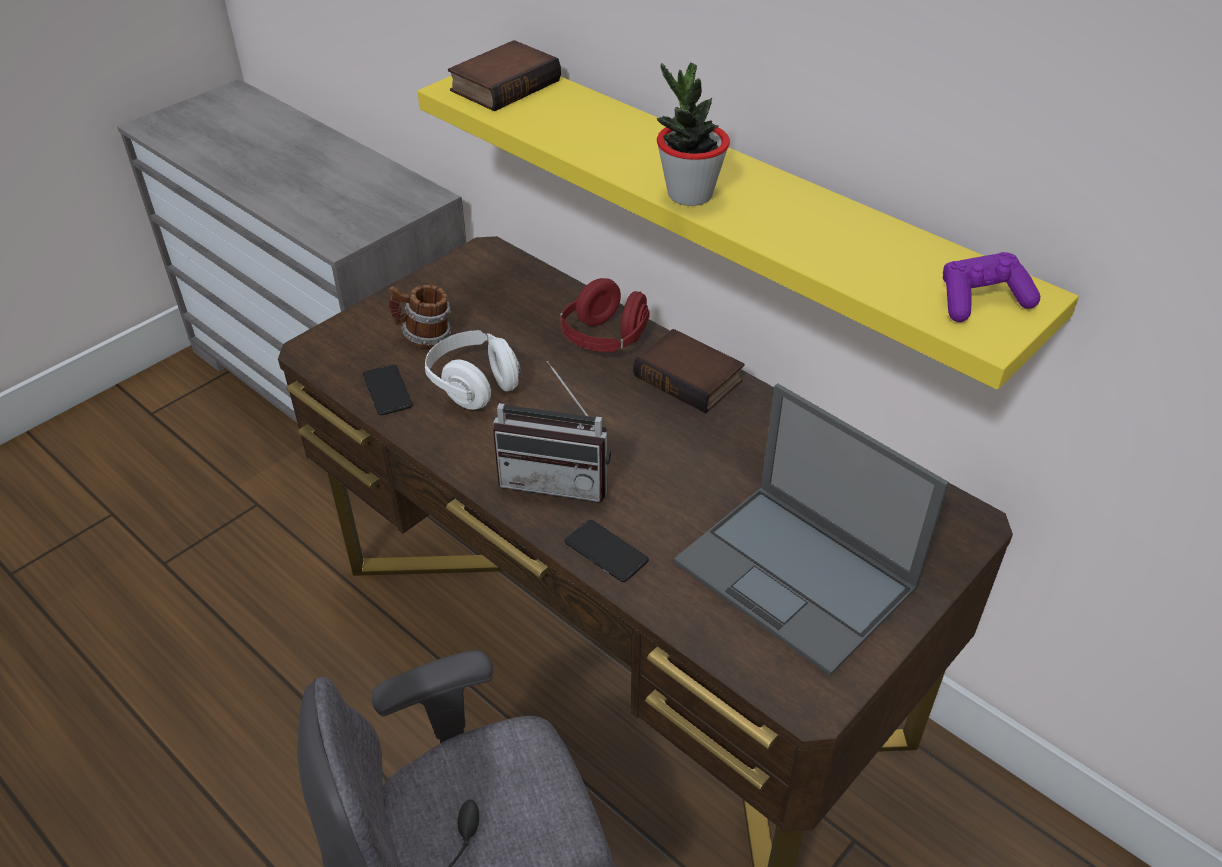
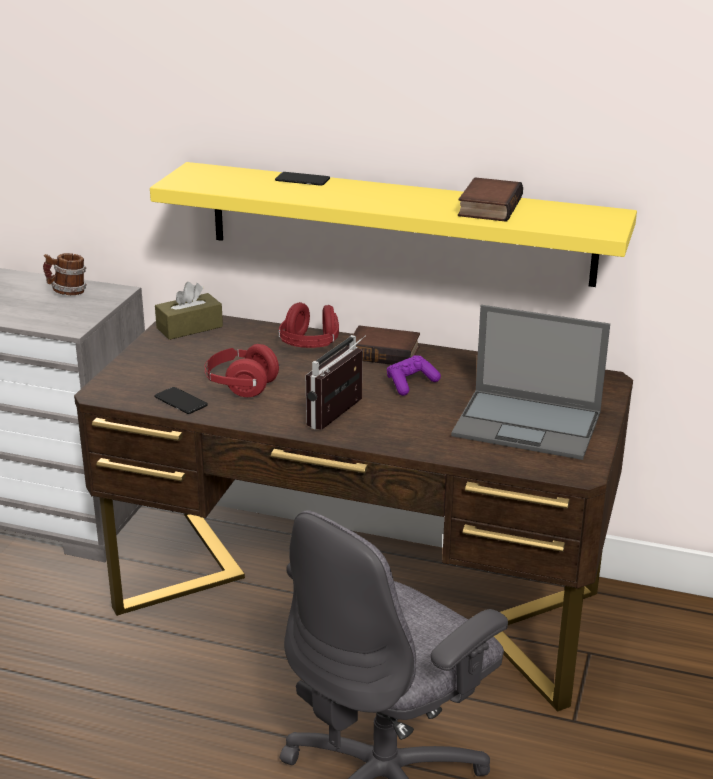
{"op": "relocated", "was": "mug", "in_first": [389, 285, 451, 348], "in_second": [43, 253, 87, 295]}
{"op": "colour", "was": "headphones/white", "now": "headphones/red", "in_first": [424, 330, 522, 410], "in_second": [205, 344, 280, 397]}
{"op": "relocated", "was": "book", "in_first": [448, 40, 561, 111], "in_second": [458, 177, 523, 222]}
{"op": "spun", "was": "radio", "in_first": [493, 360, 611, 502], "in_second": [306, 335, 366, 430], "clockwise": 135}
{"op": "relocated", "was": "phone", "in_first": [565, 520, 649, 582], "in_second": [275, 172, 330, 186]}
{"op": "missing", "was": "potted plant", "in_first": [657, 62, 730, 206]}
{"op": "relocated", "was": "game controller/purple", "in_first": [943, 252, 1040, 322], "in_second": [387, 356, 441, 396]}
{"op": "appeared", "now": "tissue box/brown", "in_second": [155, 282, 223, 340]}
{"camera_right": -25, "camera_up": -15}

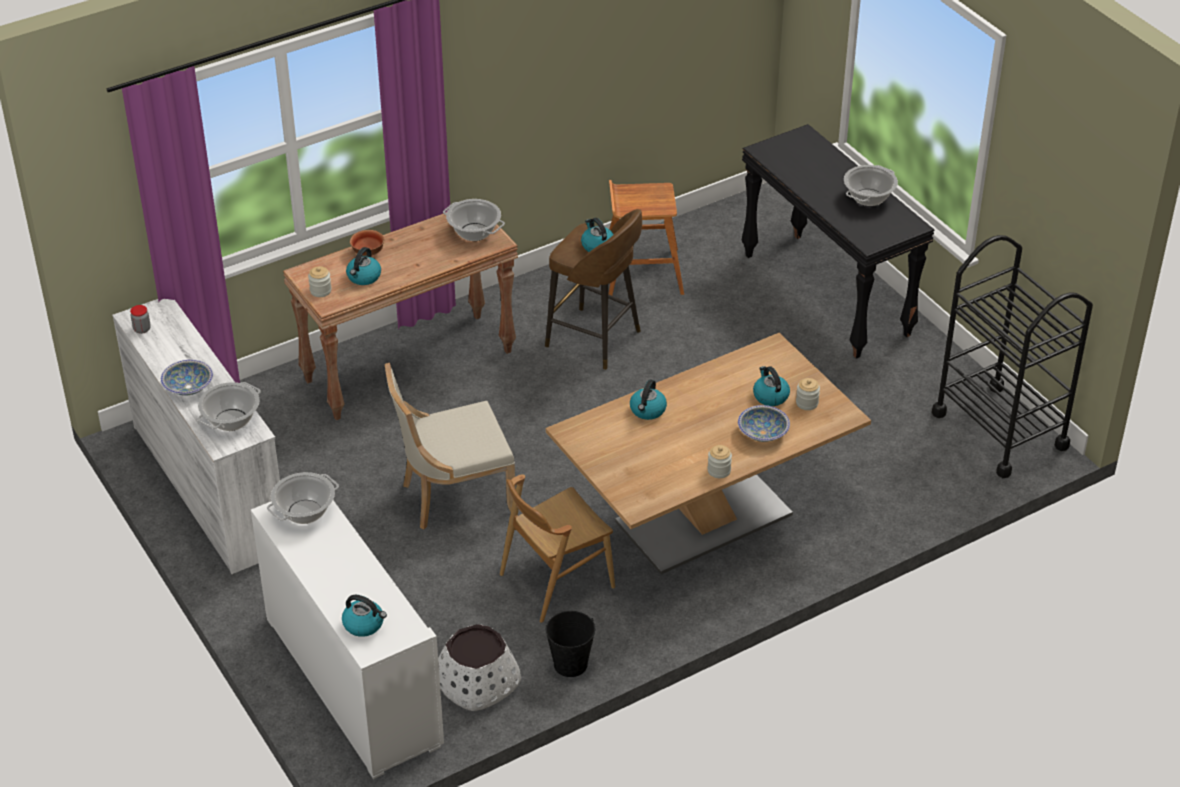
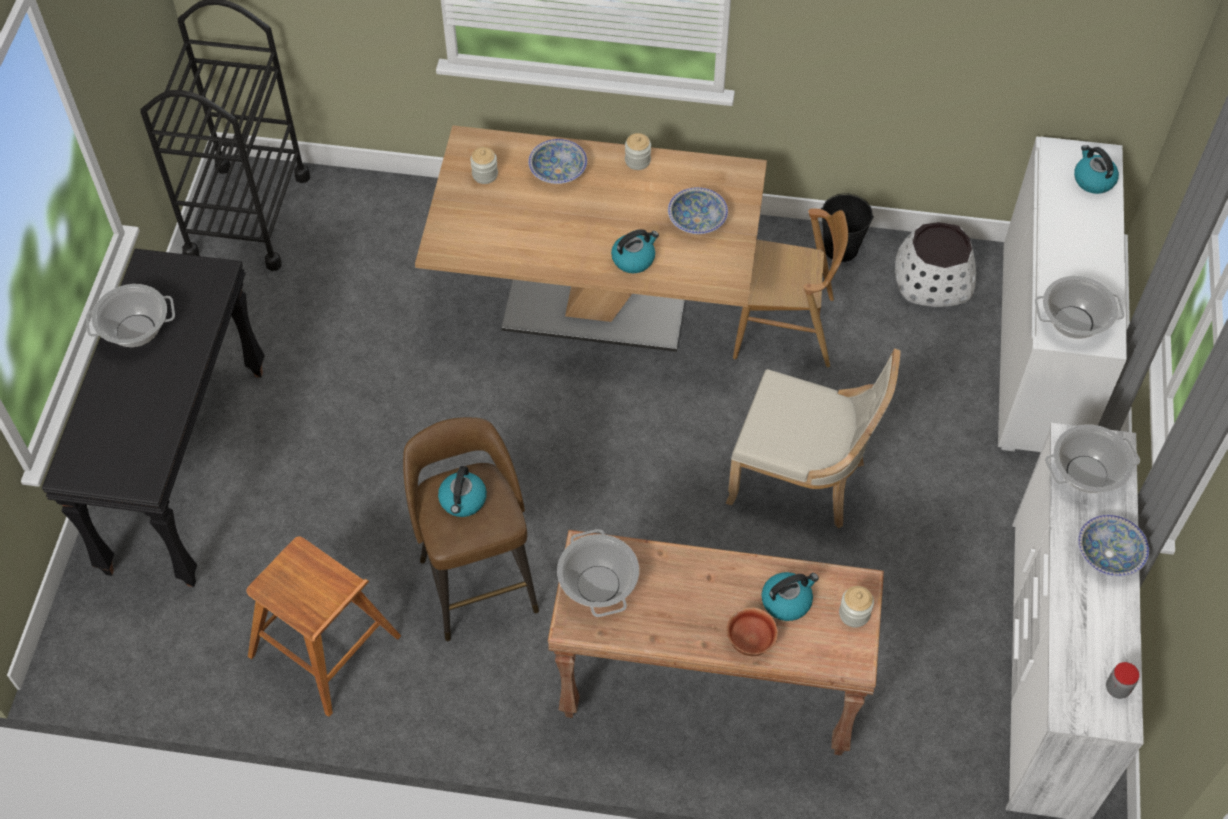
{"op": "missing", "was": "kettle", "in_first": [753, 366, 790, 406]}
{"op": "appeared", "now": "bowl", "in_second": [668, 187, 728, 234]}
{"camera_right": -140, "camera_up": 15}

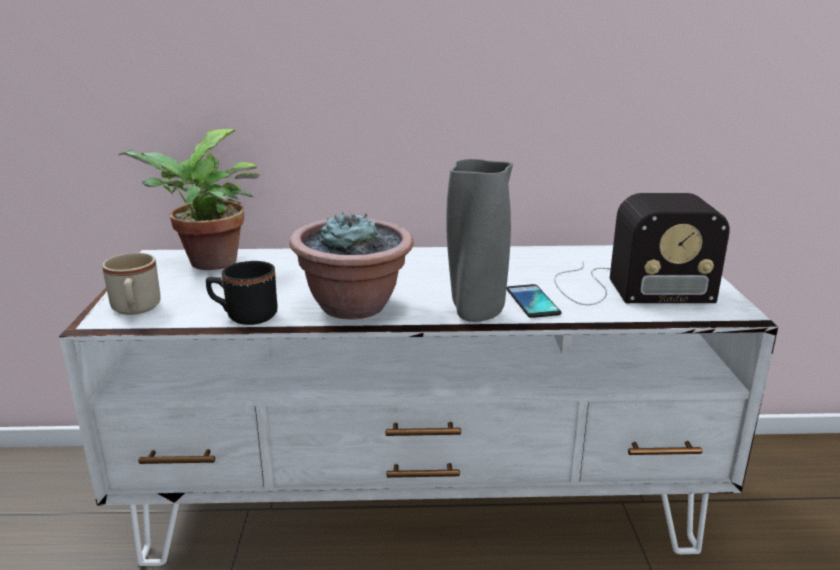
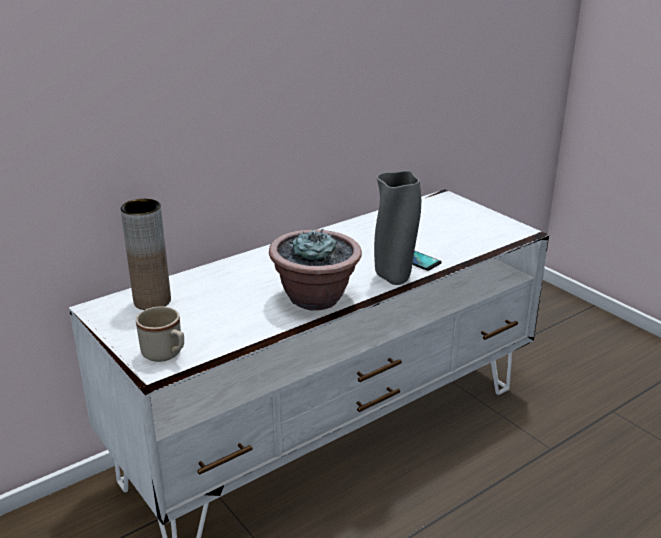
{"op": "exchanged", "was": "potted plant", "now": "vase/brown", "in_first": [118, 129, 260, 270], "in_second": [121, 199, 171, 310]}
{"op": "missing", "was": "mug/black", "in_first": [206, 261, 277, 325]}
{"op": "missing", "was": "radio", "in_first": [554, 193, 730, 305]}
{"camera_right": -35, "camera_up": 5}

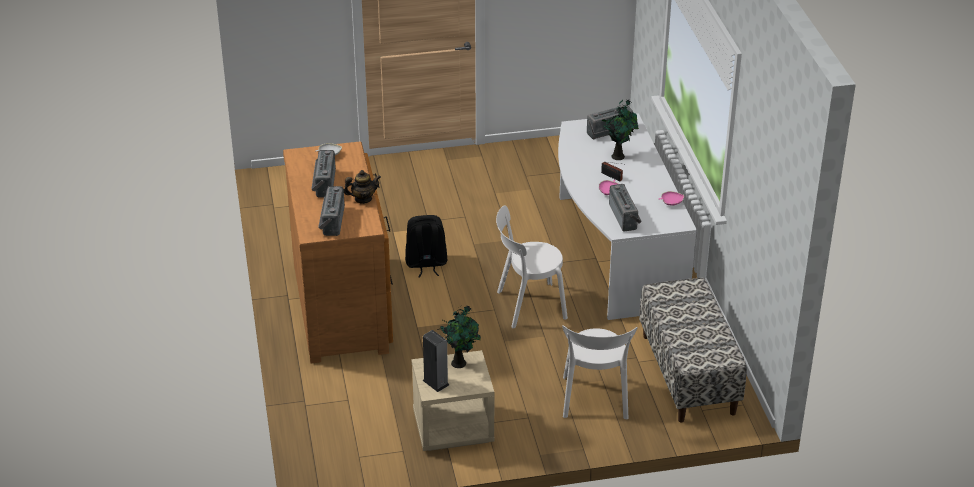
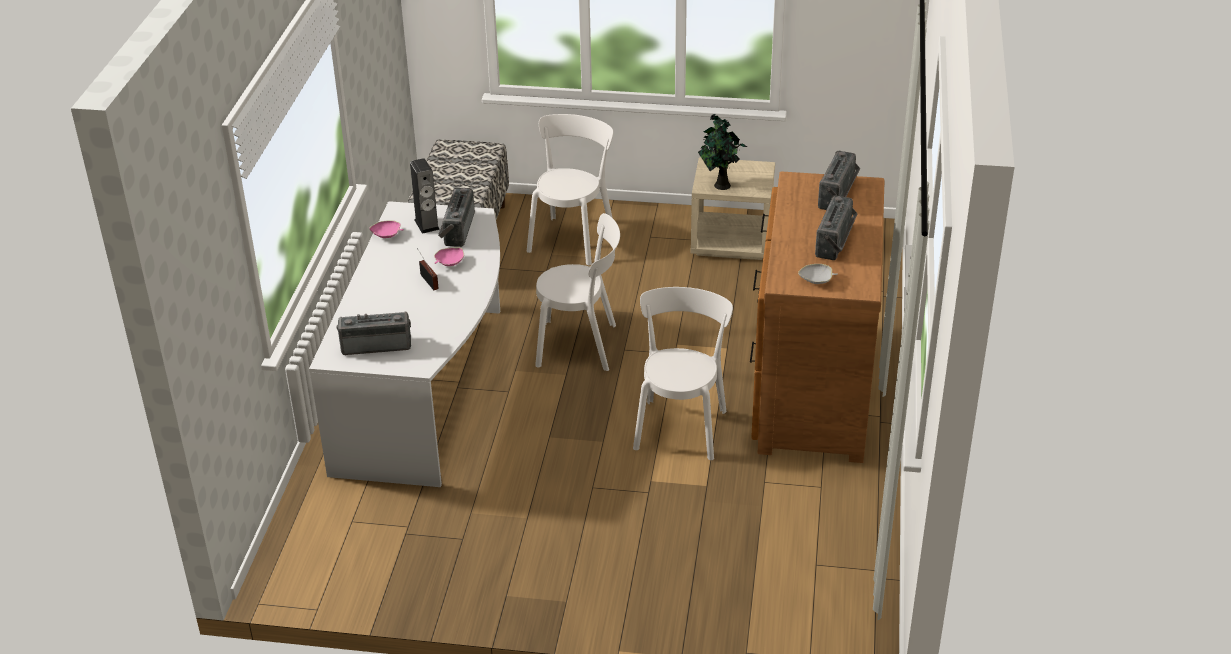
{"op": "missing", "was": "teapot", "in_first": [344, 170, 381, 204]}
{"op": "exchanged", "was": "backpack/black", "now": "chair/white", "in_first": [405, 215, 447, 277], "in_second": [633, 287, 733, 460]}
{"op": "relocated", "was": "speaker", "in_first": [423, 330, 449, 392], "in_second": [410, 158, 440, 234]}
{"op": "missing", "was": "potted plant", "in_first": [601, 100, 639, 160]}
{"camera_right": -160, "camera_up": 0}

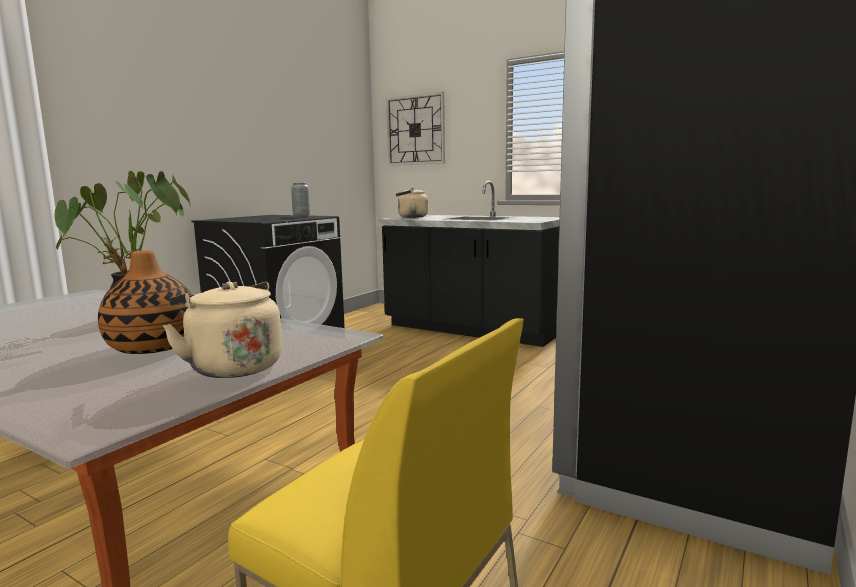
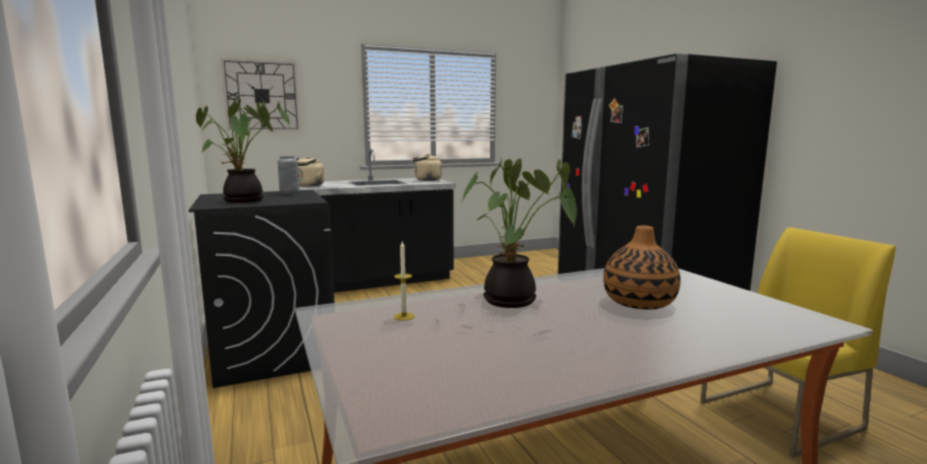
{"op": "relocated", "was": "kettle/beige", "in_first": [163, 281, 282, 378], "in_second": [413, 154, 442, 181]}
{"op": "appeared", "now": "potted plant", "in_second": [196, 99, 290, 203]}
{"op": "appeared", "now": "candle", "in_second": [394, 242, 414, 321]}
{"camera_right": -55, "camera_up": 0}

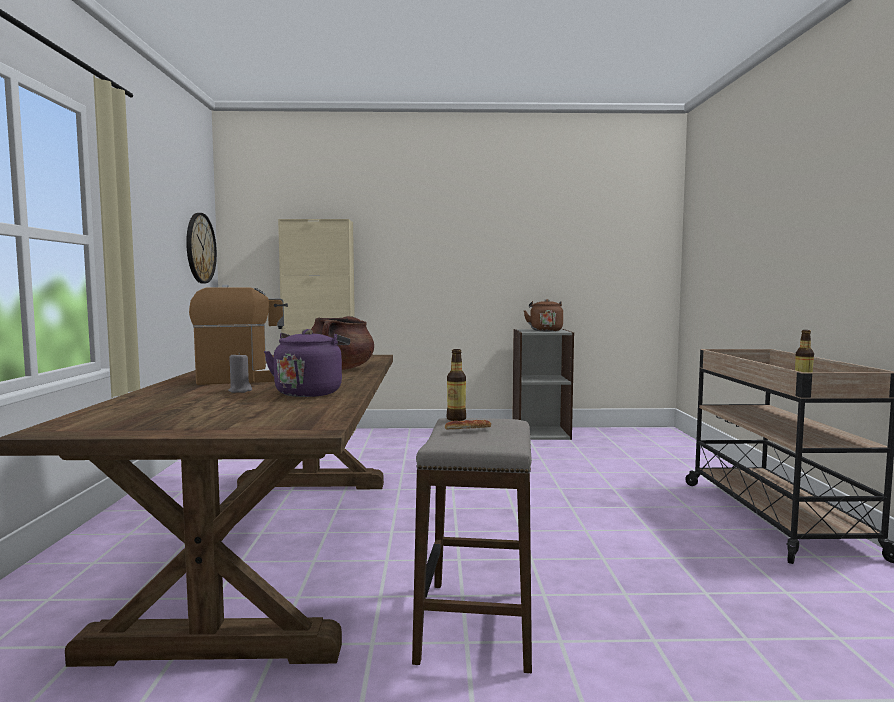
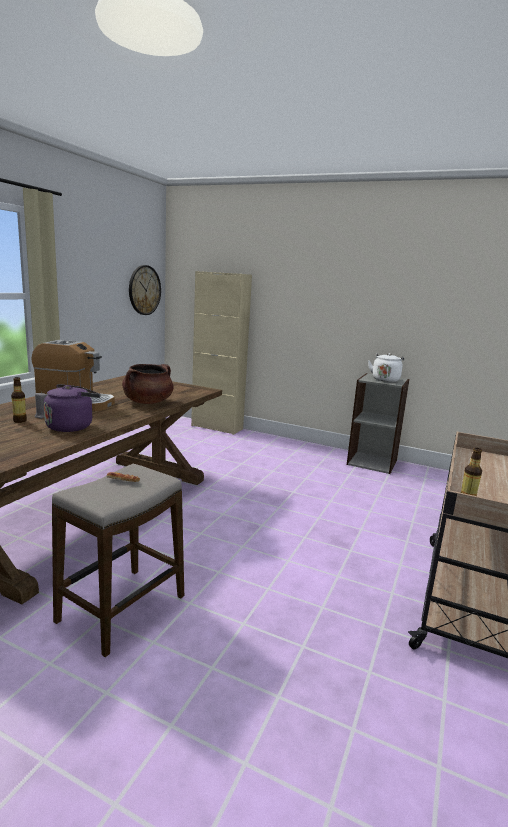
{"op": "relocated", "was": "bottle", "in_first": [447, 349, 466, 421], "in_second": [11, 377, 27, 423]}
{"op": "colour", "was": "kettle/brown", "now": "kettle/white", "in_first": [523, 299, 563, 331], "in_second": [368, 353, 404, 382]}
{"camera_right": 25, "camera_up": 10}

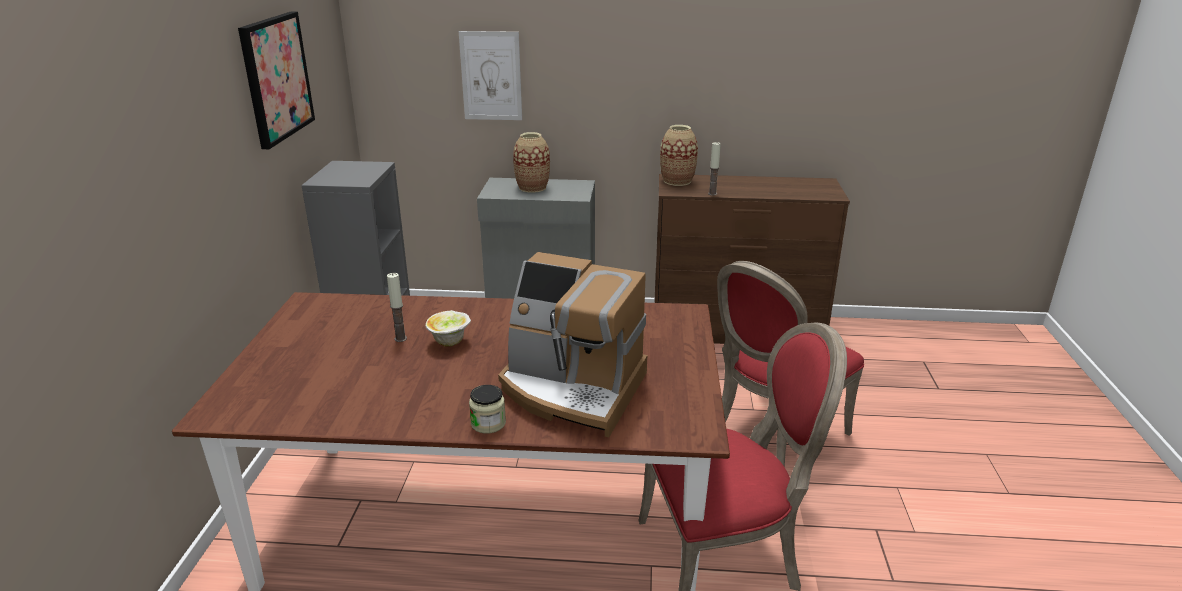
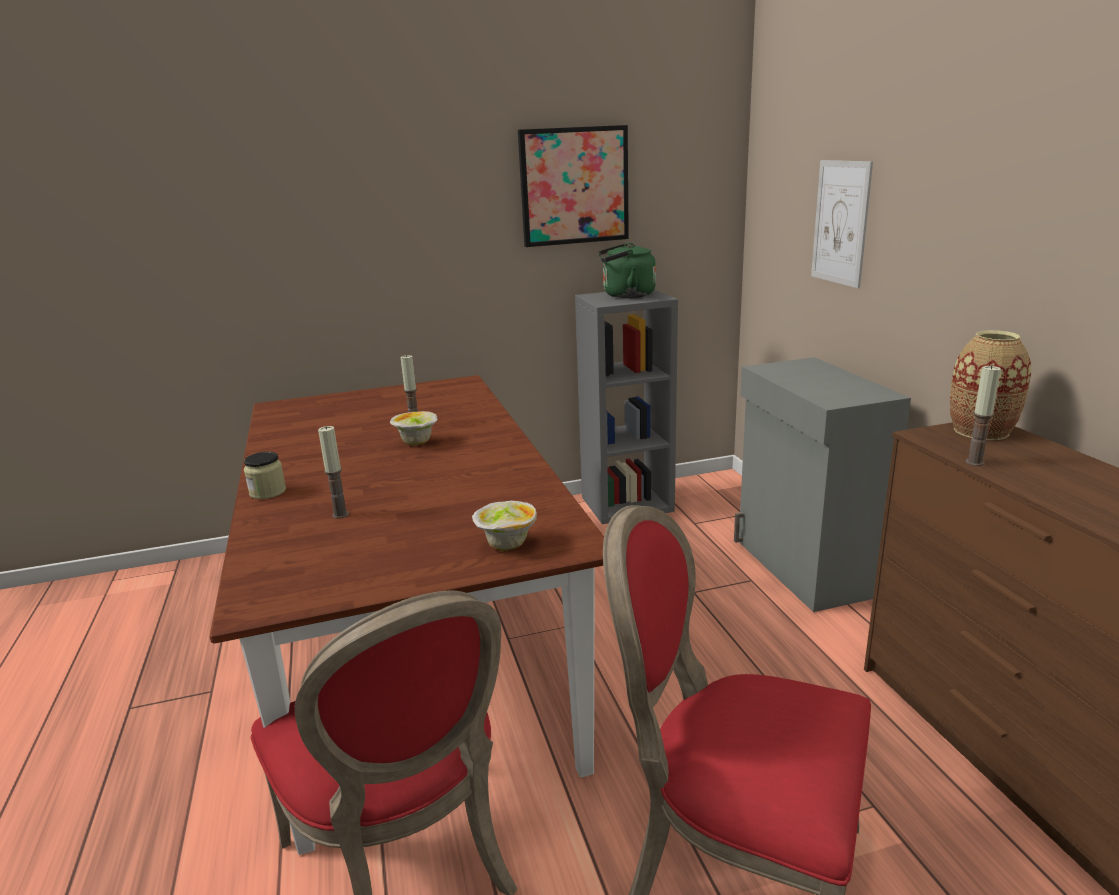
{"op": "exchanged", "was": "coffee machine", "now": "candle", "in_first": [498, 252, 647, 437], "in_second": [318, 426, 349, 519]}
{"op": "missing", "was": "vase", "in_first": [513, 132, 550, 193]}
{"op": "appeared", "now": "bowl", "in_second": [472, 501, 537, 551]}
{"op": "appeared", "now": "kettle/green", "in_second": [598, 243, 656, 298]}
{"camera_right": 70, "camera_up": -5}

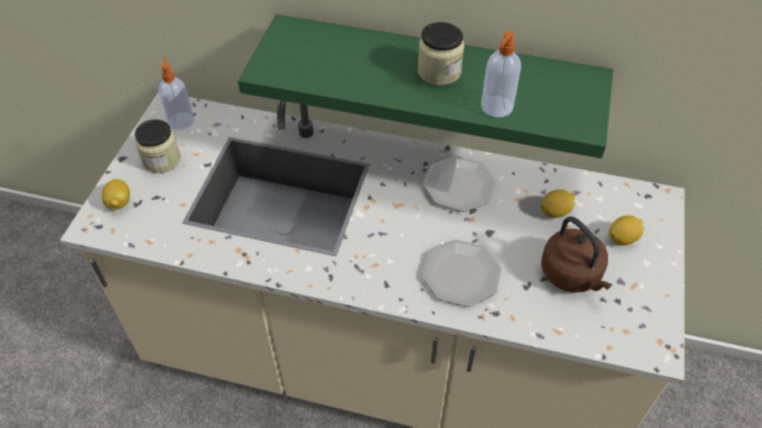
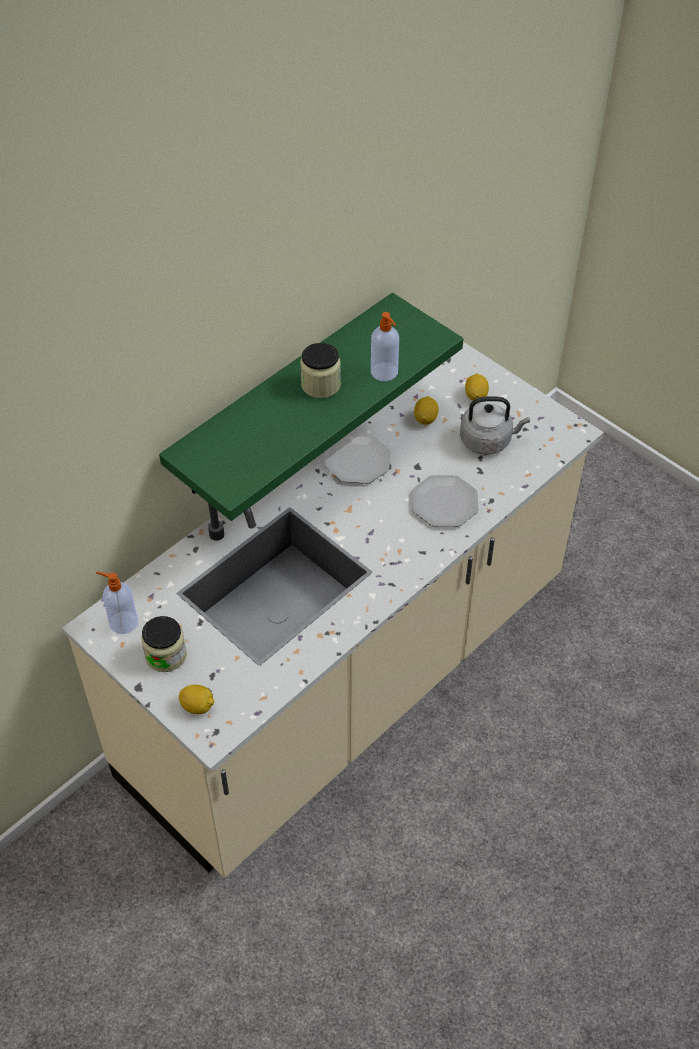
{"op": "colour", "was": "kettle/brown", "now": "kettle/grey", "in_first": [541, 216, 612, 293], "in_second": [460, 397, 530, 455]}
{"camera_right": -60, "camera_up": 0}

